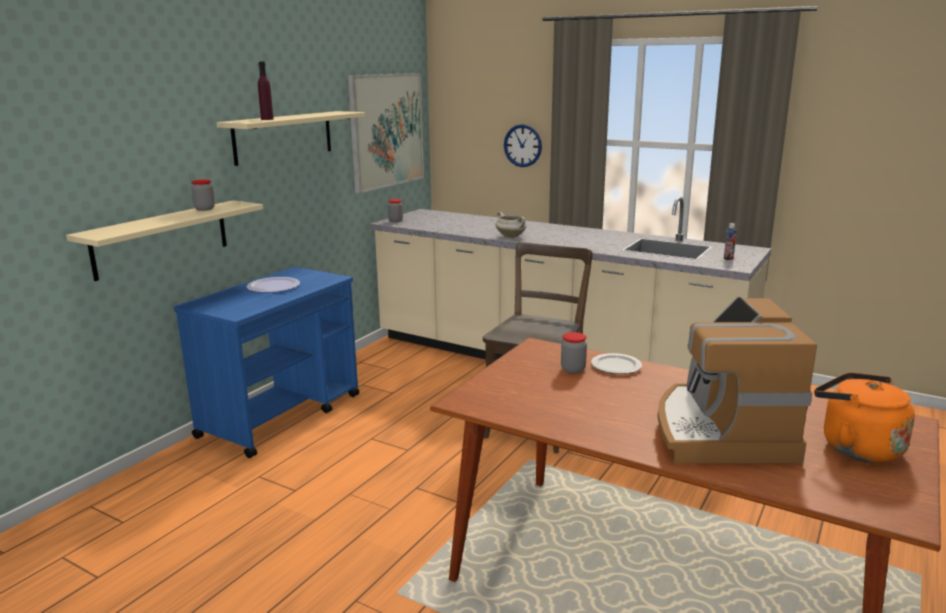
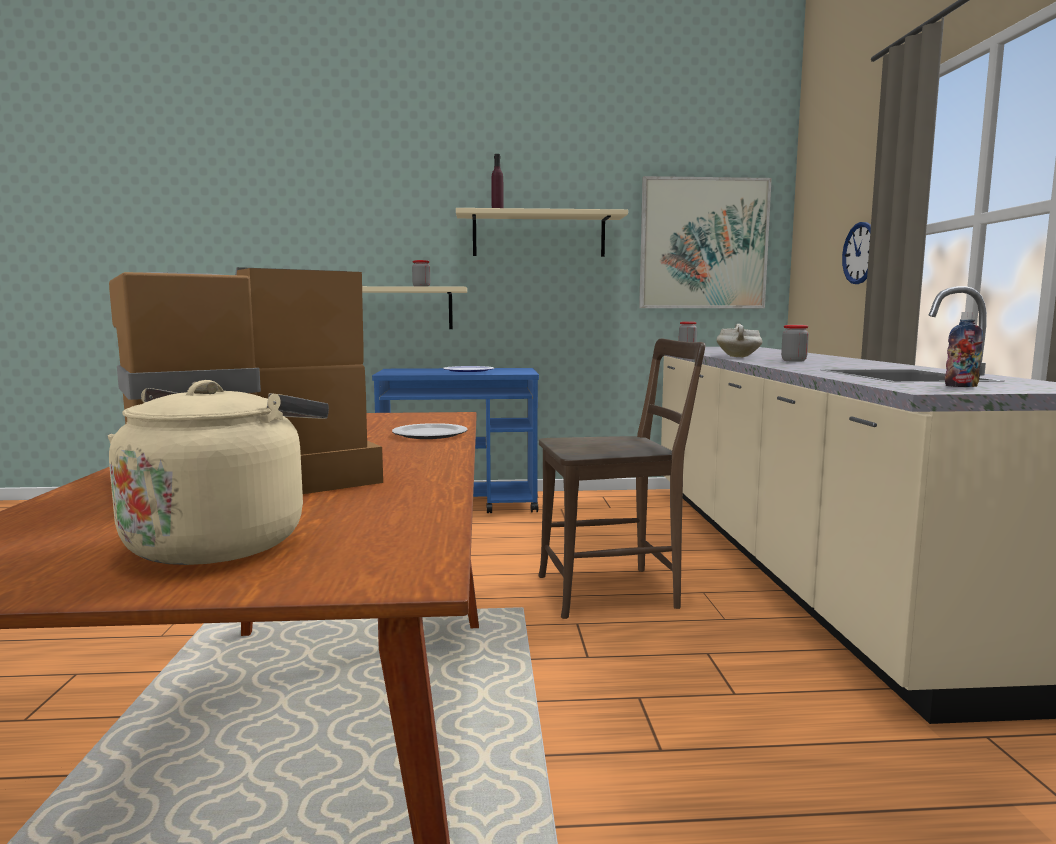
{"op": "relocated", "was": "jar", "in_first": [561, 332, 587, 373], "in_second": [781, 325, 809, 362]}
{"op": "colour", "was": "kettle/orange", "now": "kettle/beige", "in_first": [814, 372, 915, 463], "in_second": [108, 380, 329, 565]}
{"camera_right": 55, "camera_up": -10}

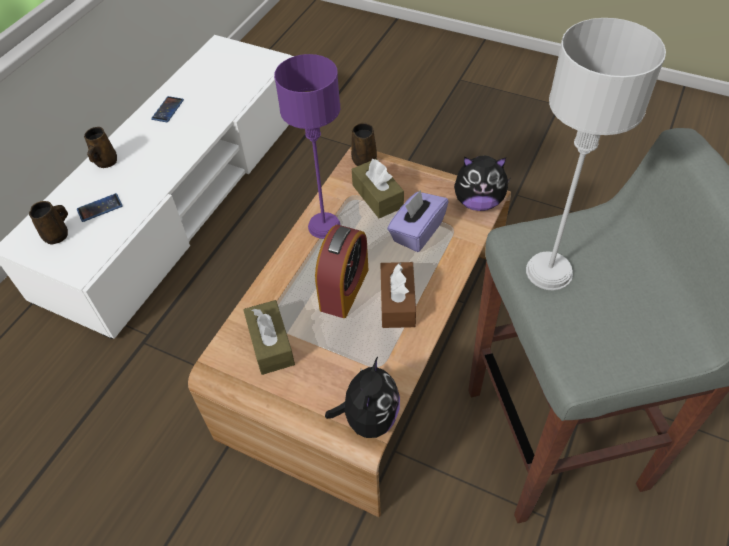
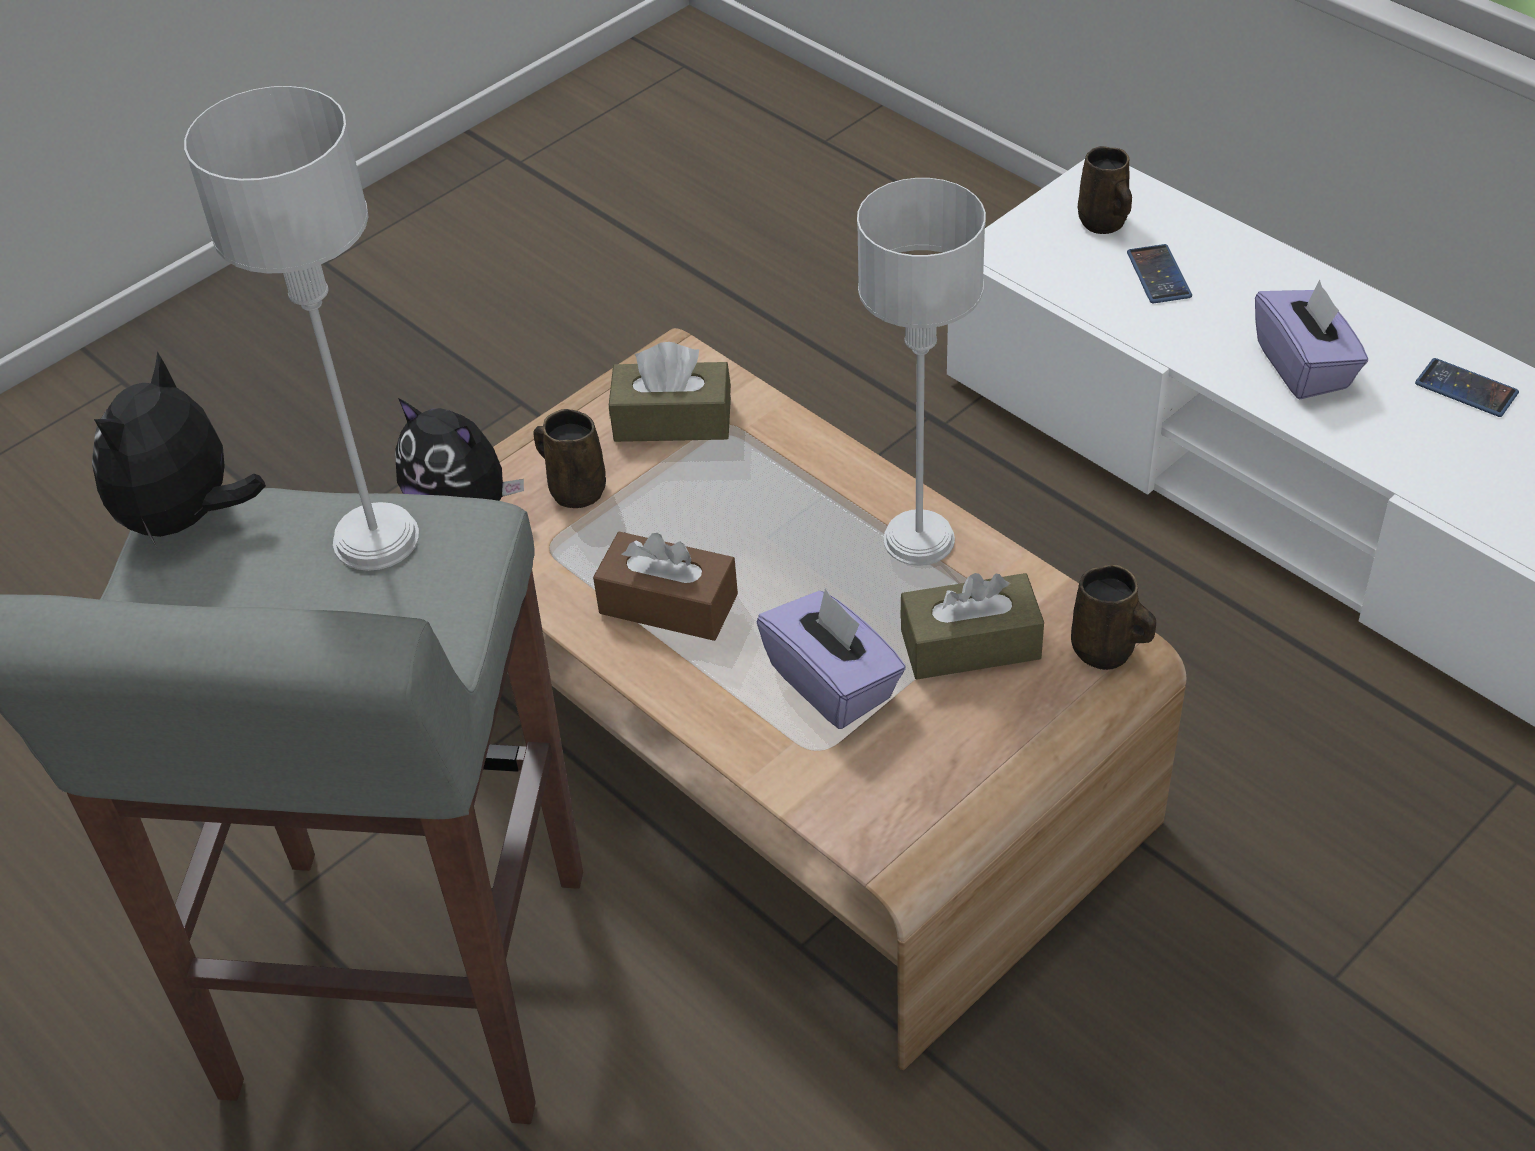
{"op": "relocated", "was": "mug/brown", "in_first": [84, 127, 117, 168], "in_second": [533, 409, 606, 508]}
{"op": "colour", "was": "table lamp/purple", "now": "table lamp/grey", "in_first": [274, 54, 340, 239], "in_second": [857, 178, 986, 566]}
{"op": "missing", "was": "alarm clock", "in_first": [315, 225, 368, 318]}
{"op": "relocated", "was": "plush toy", "in_first": [454, 156, 511, 211], "in_second": [92, 351, 266, 549]}
{"op": "appeared", "now": "tissue box/purple", "in_second": [1255, 280, 1368, 399]}
{"camera_right": 110, "camera_up": -5}

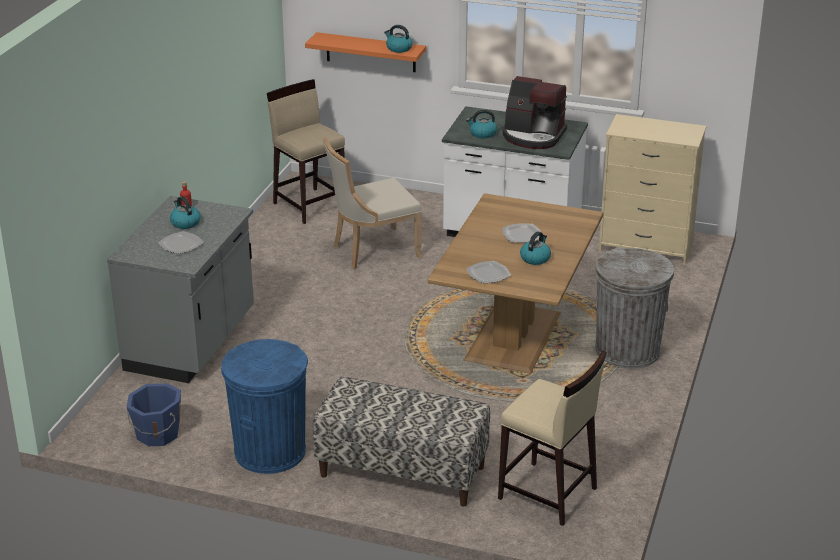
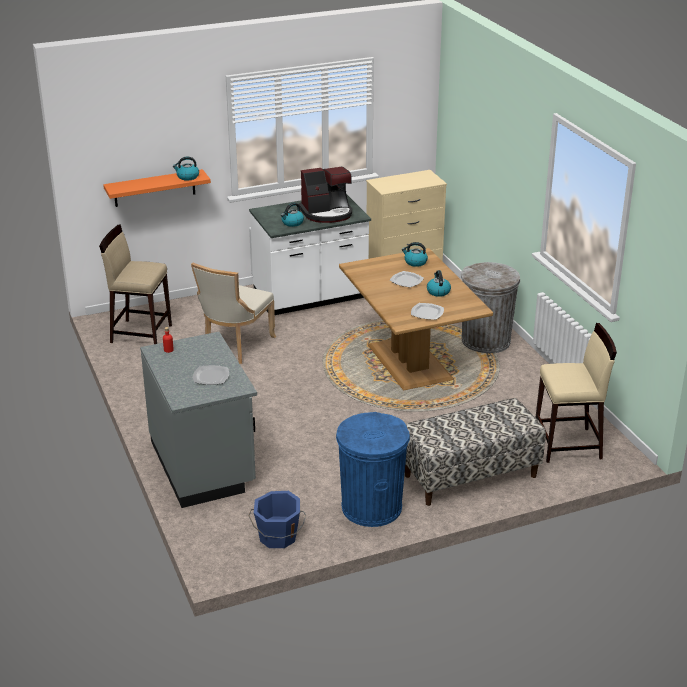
{"op": "relocated", "was": "kettle", "in_first": [170, 196, 201, 229], "in_second": [402, 242, 428, 267]}
{"camera_right": -40, "camera_up": 0}

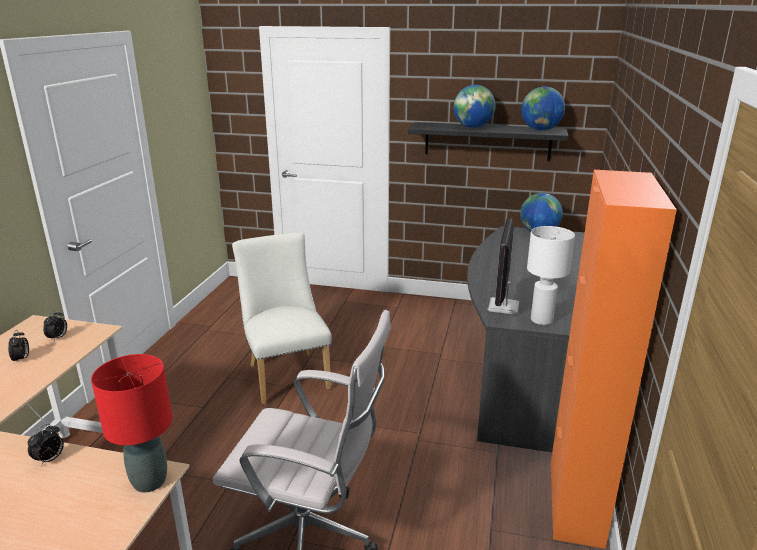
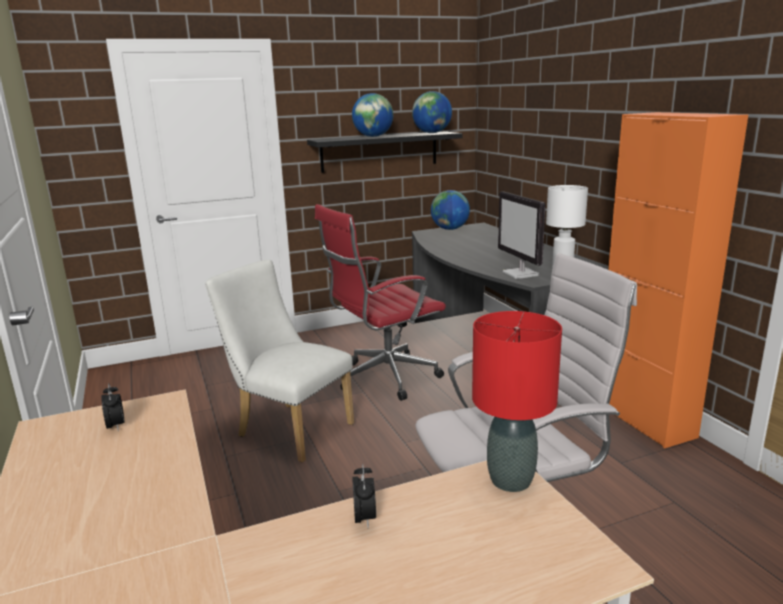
{"op": "missing", "was": "alarm clock", "in_first": [8, 330, 29, 362]}
{"op": "appeared", "now": "office chair/red", "in_second": [315, 204, 446, 401]}
{"camera_right": -35, "camera_up": -5}

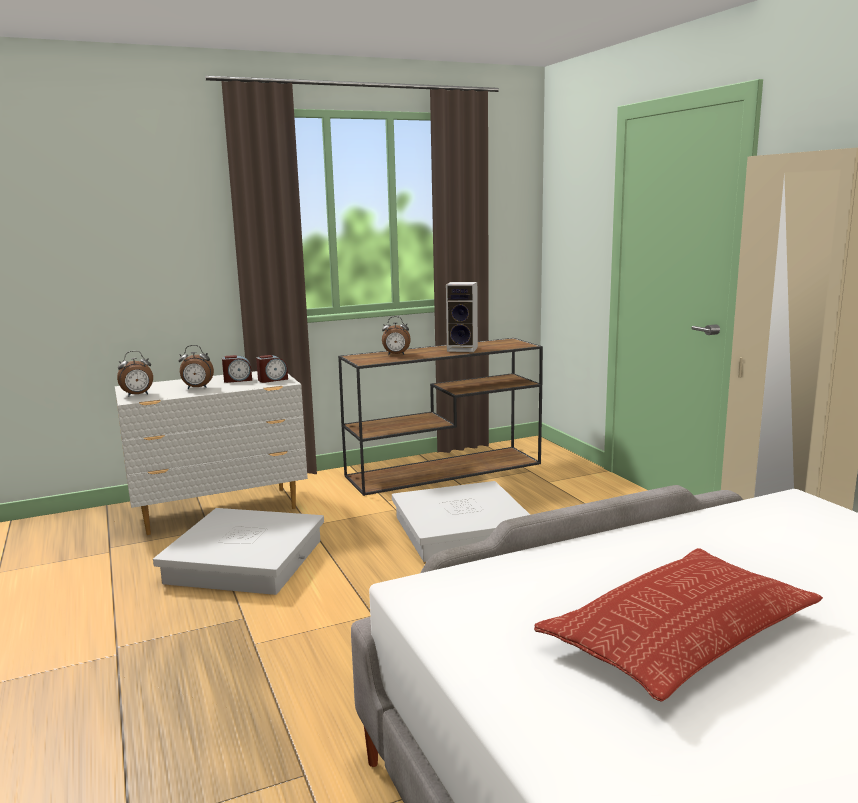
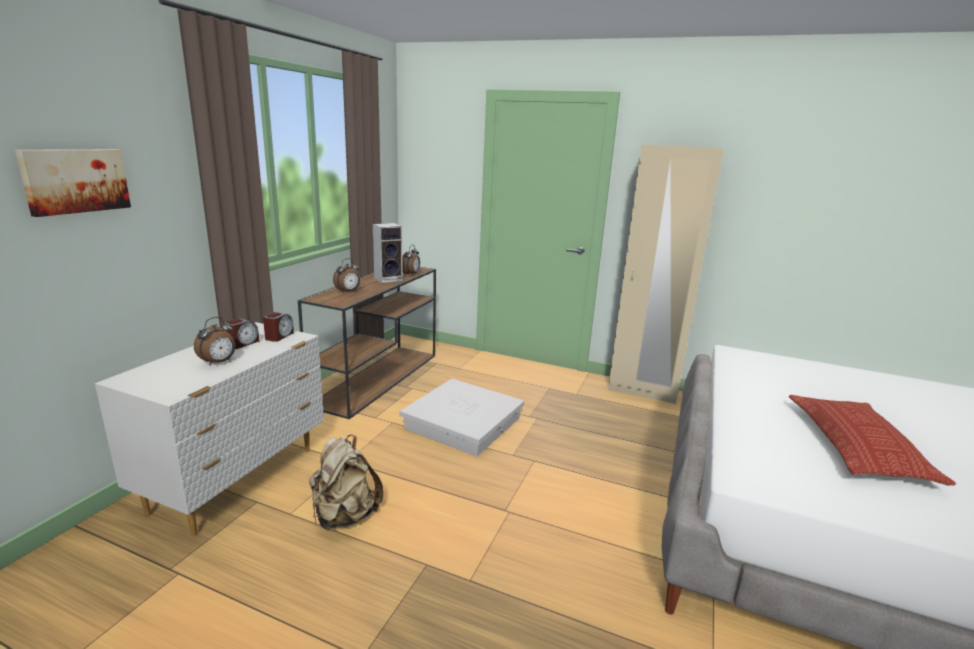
{"op": "relocated", "was": "alarm clock", "in_first": [117, 351, 153, 397], "in_second": [402, 245, 420, 276]}
{"op": "exchanged", "was": "storage box/white", "now": "backpack/beige", "in_first": [153, 508, 324, 595], "in_second": [309, 435, 384, 530]}
{"op": "appeared", "now": "picture", "in_second": [15, 149, 131, 217]}
{"camera_right": -45, "camera_up": 5}

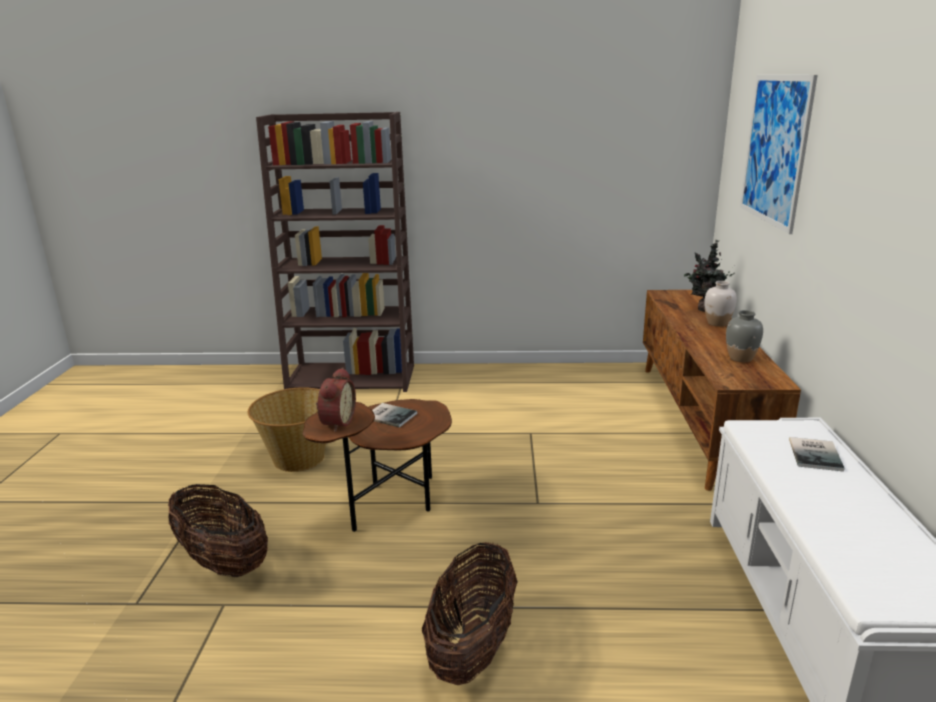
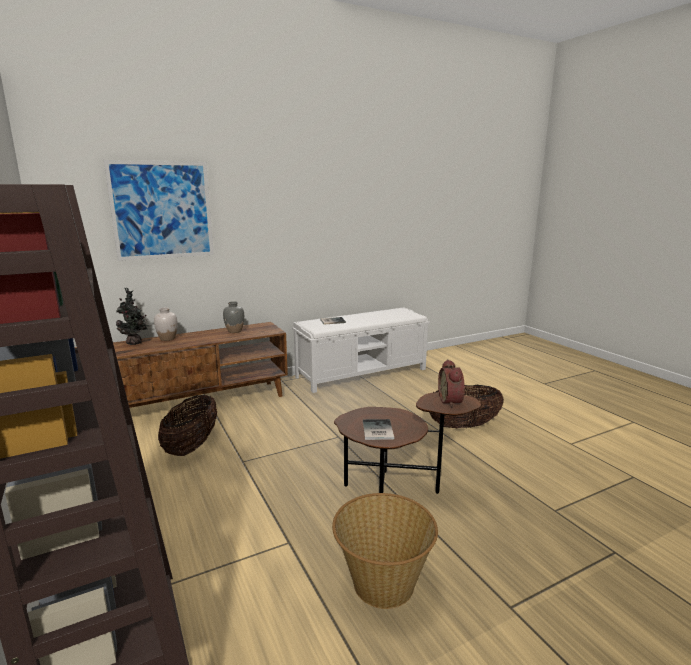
{"op": "relocated", "was": "basket", "in_first": [168, 484, 268, 577], "in_second": [158, 395, 217, 456]}
{"op": "spun", "was": "alarm clock", "in_first": [316, 368, 356, 432], "in_second": [438, 359, 465, 408], "clockwise": -75}
{"camera_right": -120, "camera_up": -5}

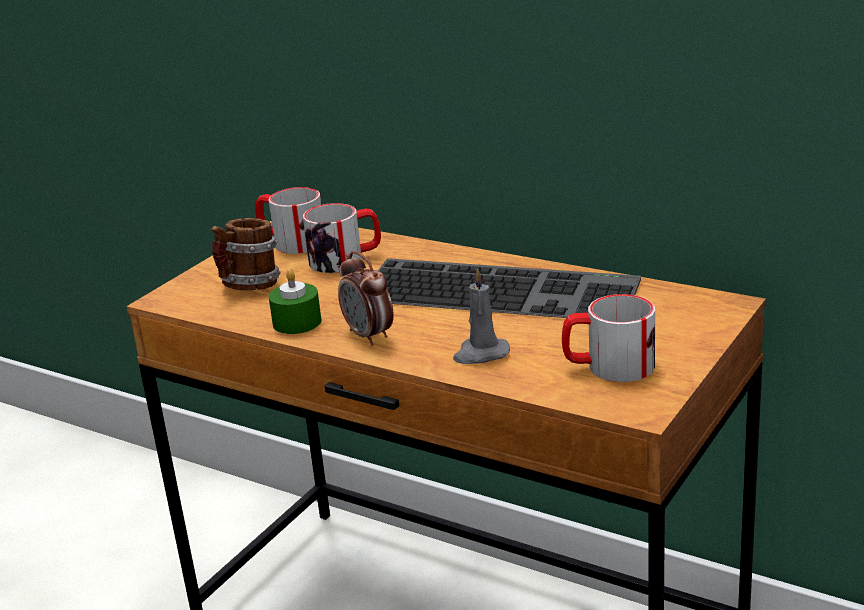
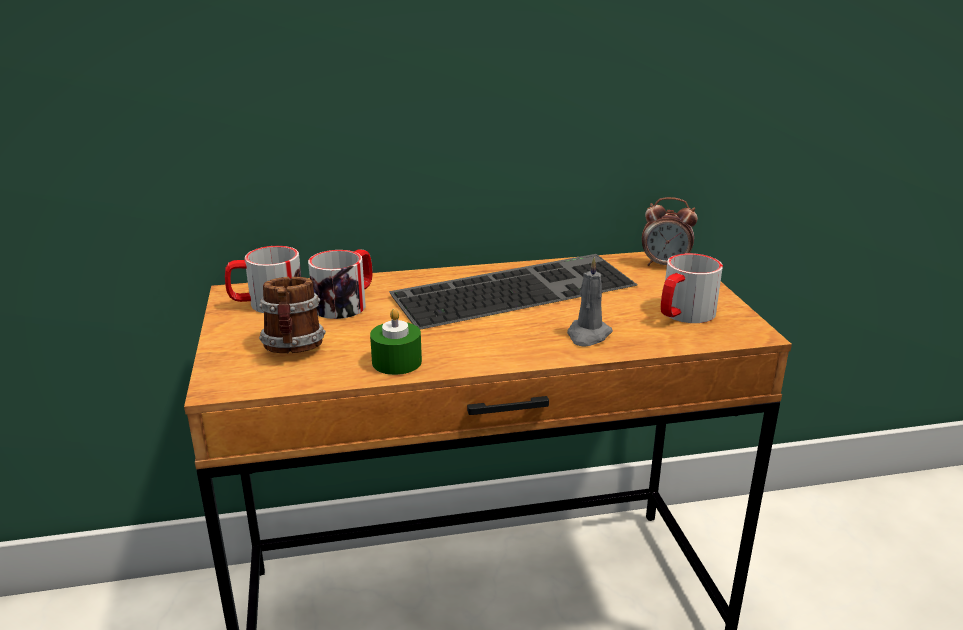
{"op": "relocated", "was": "alarm clock", "in_first": [338, 251, 394, 346], "in_second": [642, 197, 698, 266]}
{"camera_right": -45, "camera_up": 0}

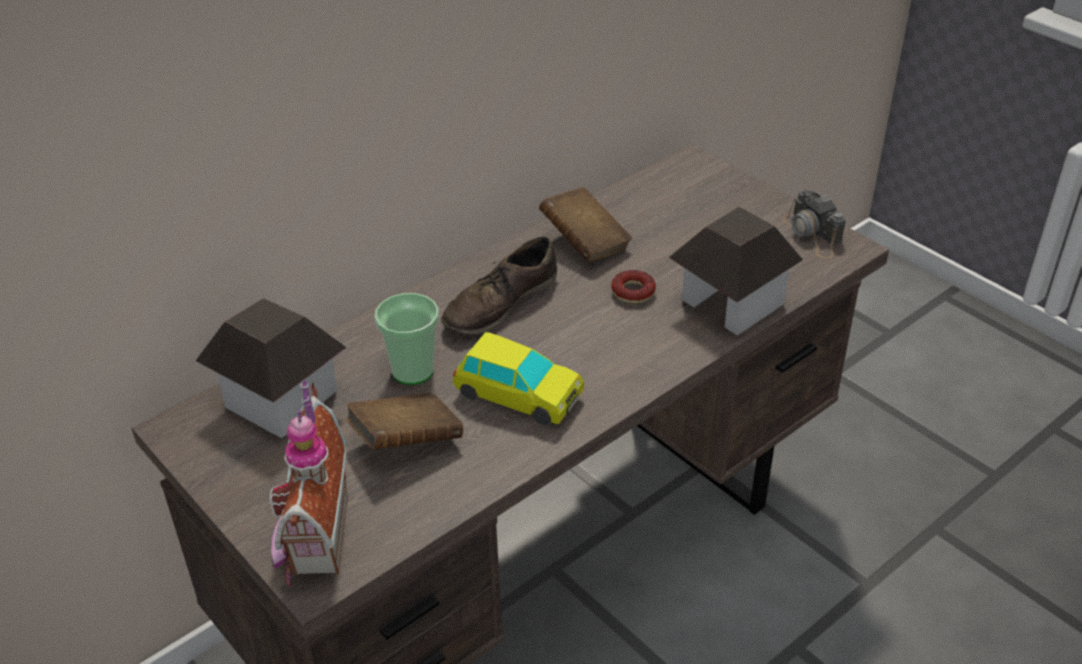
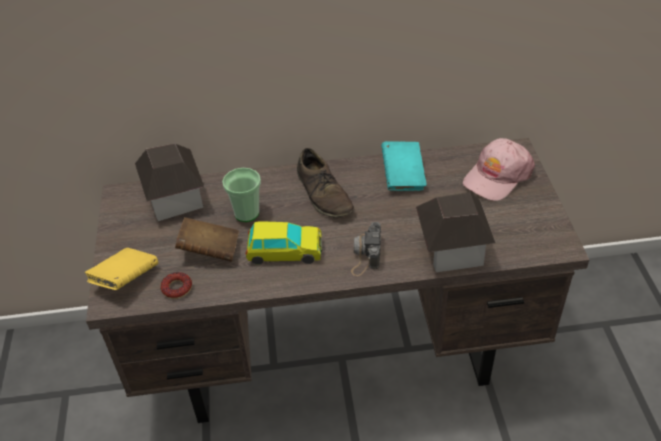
{"op": "exchanged", "was": "toy house", "now": "book/yellow", "in_first": [270, 380, 348, 587], "in_second": [85, 248, 158, 290]}
{"op": "spun", "was": "shoe/brown", "in_first": [441, 237, 557, 335], "in_second": [297, 148, 354, 218], "clockwise": -105}
{"op": "spun", "was": "toy car", "in_first": [452, 332, 584, 425], "in_second": [245, 221, 322, 265], "clockwise": -60}
{"op": "colour", "was": "book/brown", "now": "book/turquoise", "in_first": [539, 187, 632, 262], "in_second": [381, 141, 427, 191]}
{"op": "relocated", "was": "donut", "in_first": [611, 270, 656, 304], "in_second": [161, 272, 192, 299]}
{"op": "relocated", "was": "photo camera", "in_first": [782, 189, 846, 259], "in_second": [351, 222, 381, 276]}
{"op": "appeared", "now": "cap/pink", "in_second": [463, 138, 535, 201]}
{"camera_right": 35, "camera_up": 5}

